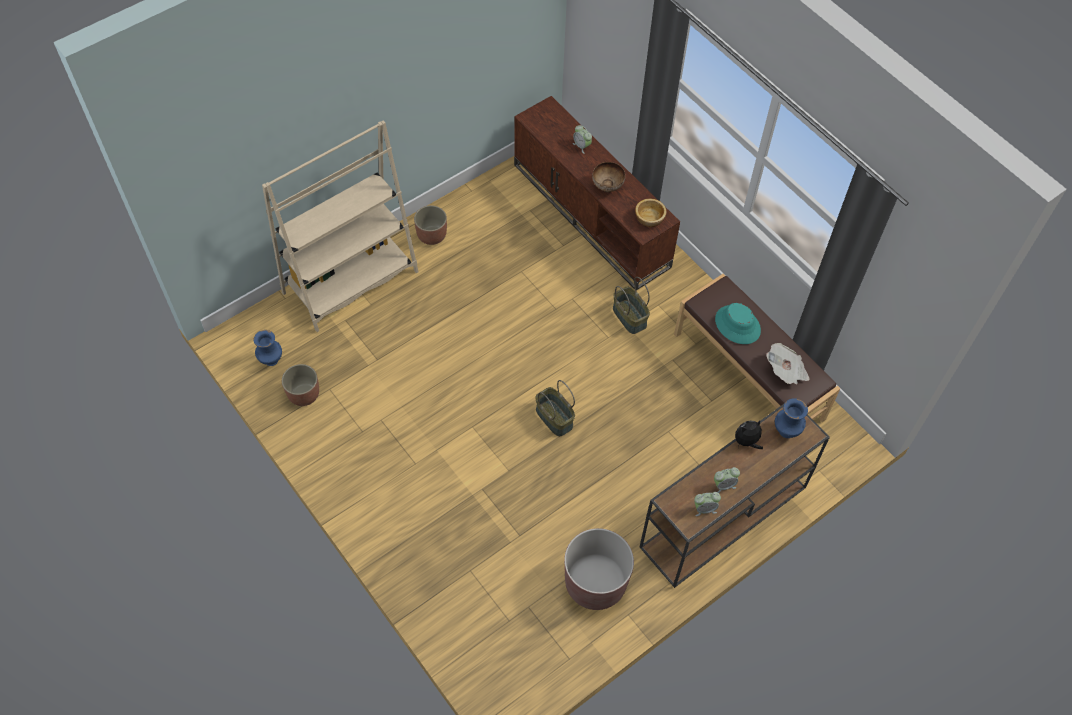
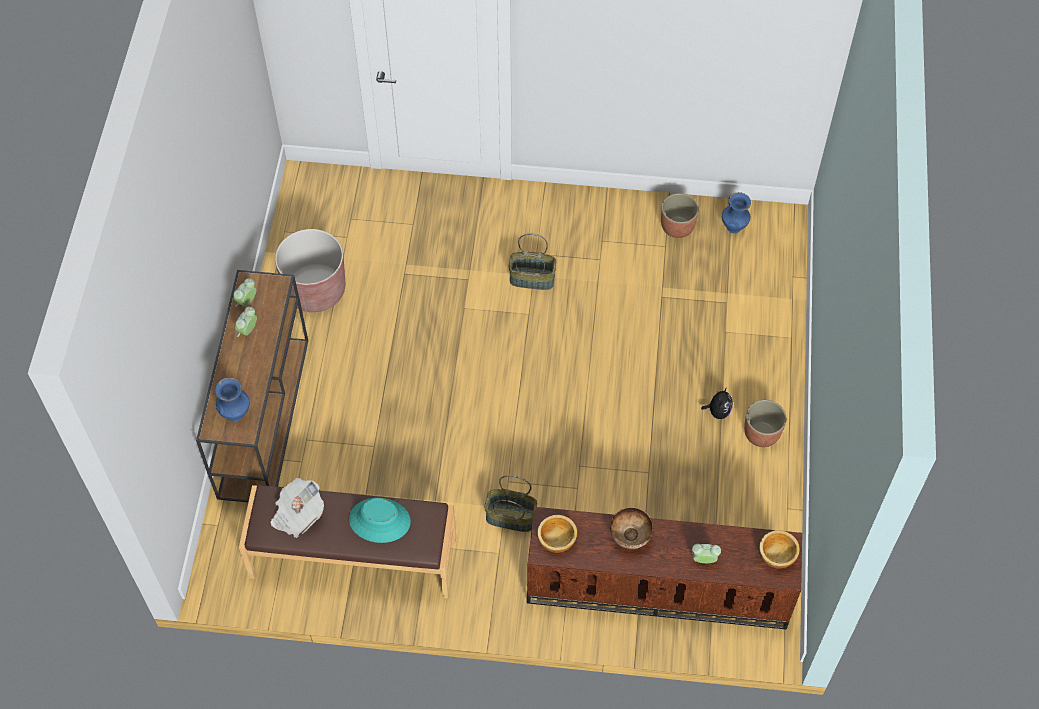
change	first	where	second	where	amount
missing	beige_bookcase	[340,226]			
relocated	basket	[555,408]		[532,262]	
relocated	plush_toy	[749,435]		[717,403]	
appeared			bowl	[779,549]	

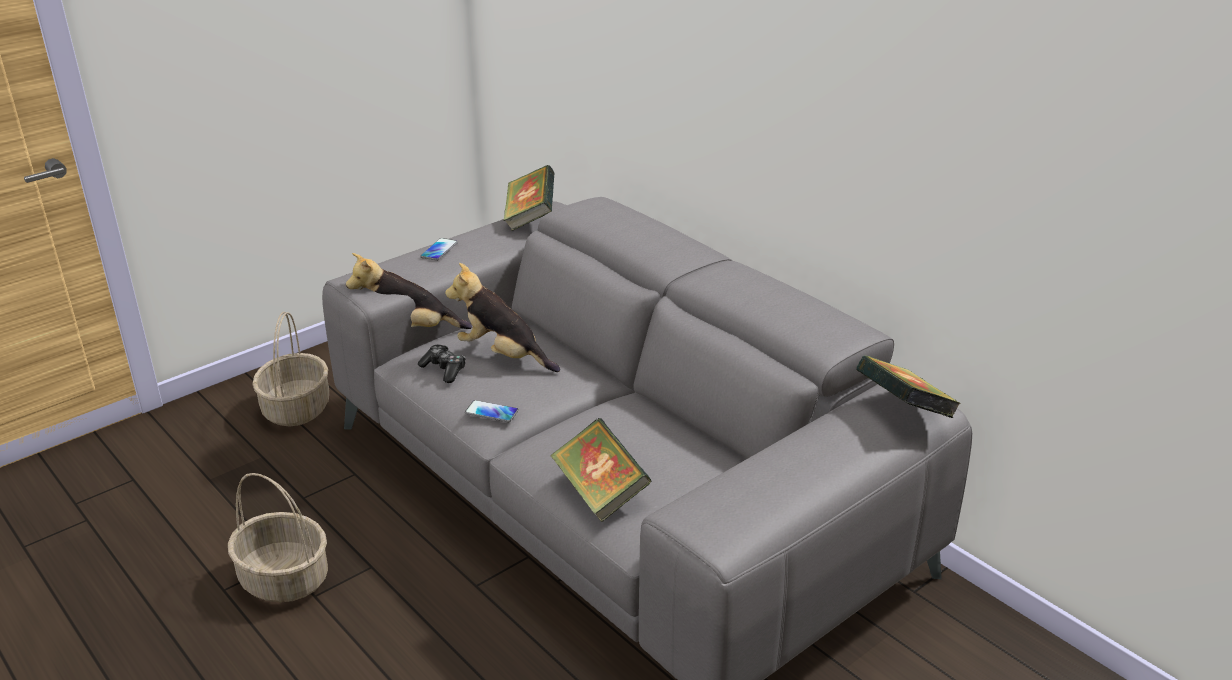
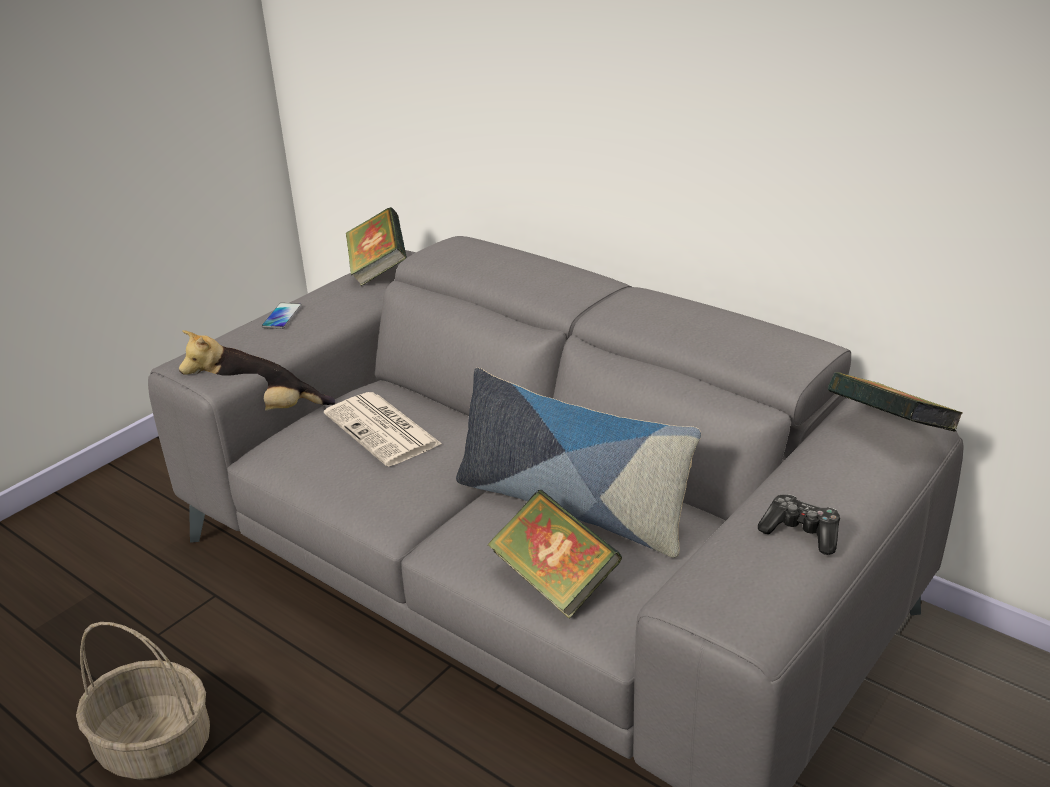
change	first	where	second	where	amount
missing	basket	[290,369]			
relocated	game_controller	[442,364]		[799,524]	
exchanged	plush_toy	[502,317]	newspaper	[383,429]	
missing	phone	[492,411]			
appeared			pillow	[578,463]	

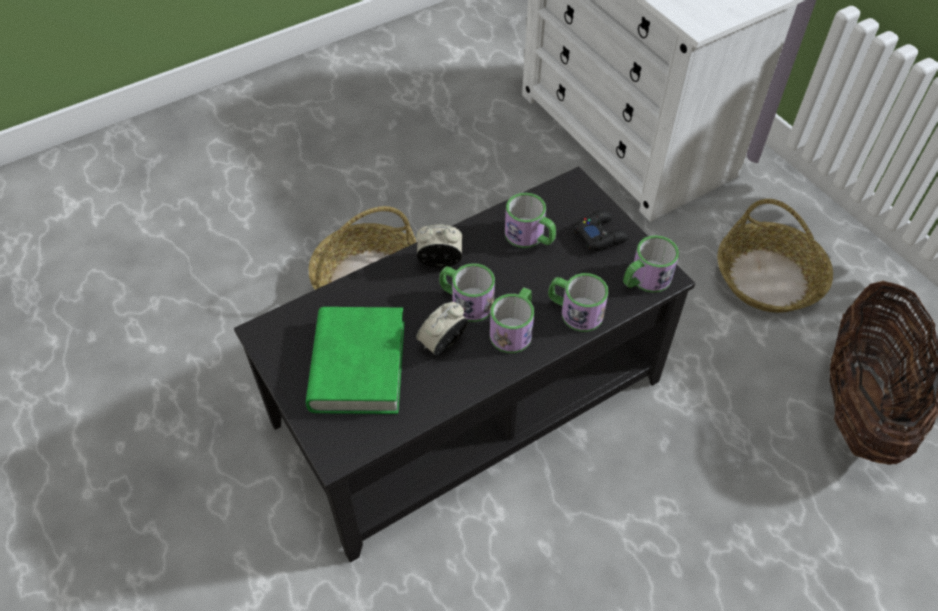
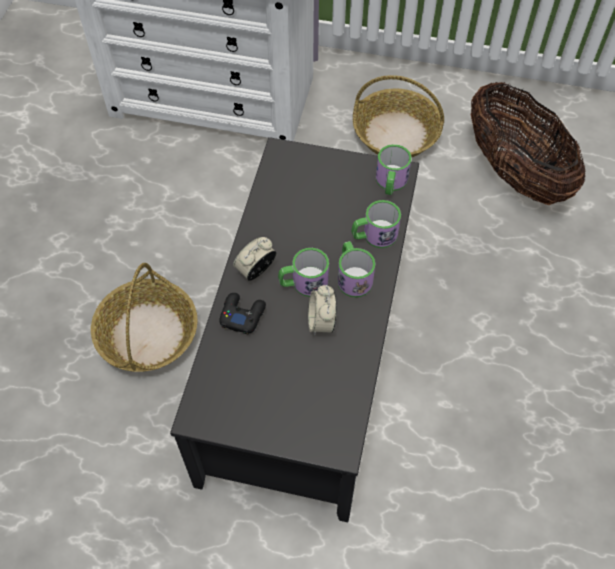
change	first	where	second	where	amount
missing	green_book	[355,360]			
missing	mug	[530,220]			
relocated	black_game_controller	[601,230]		[242,313]	

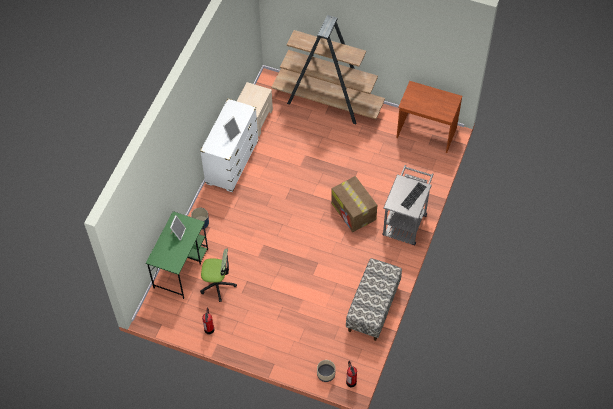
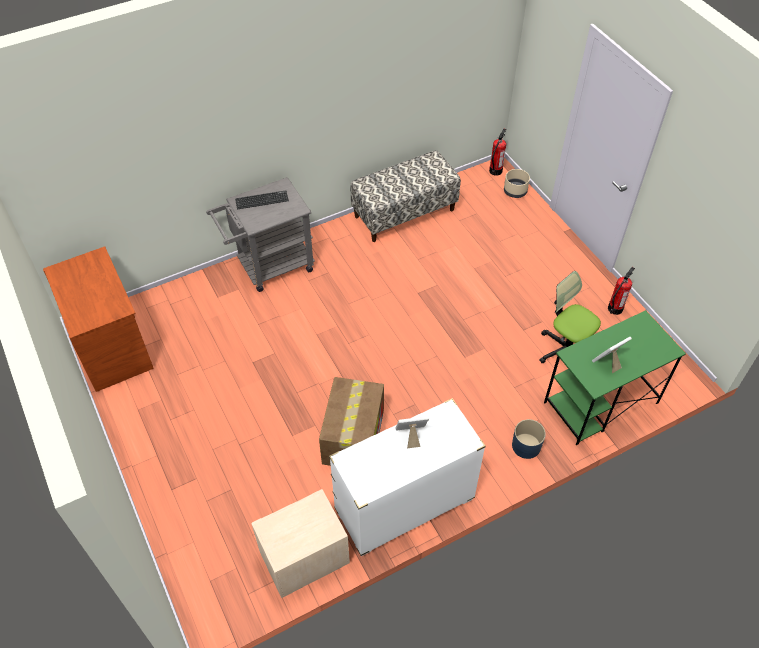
change	first	where	second	where	amount
missing	brown_bookcase	[328,69]			
relocated	cardboard_box	[354,204]		[351,421]	

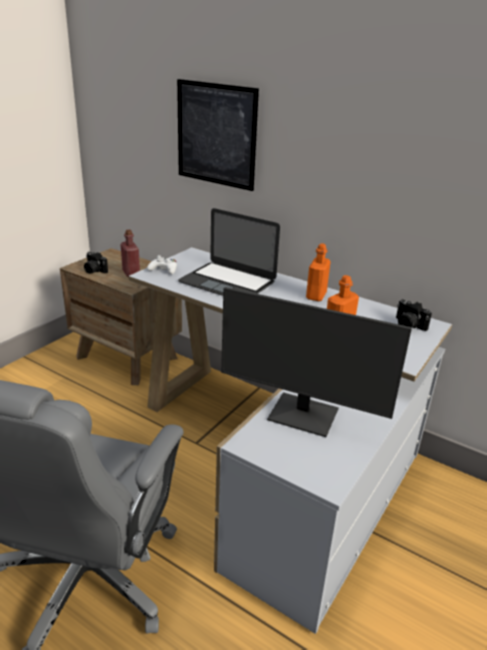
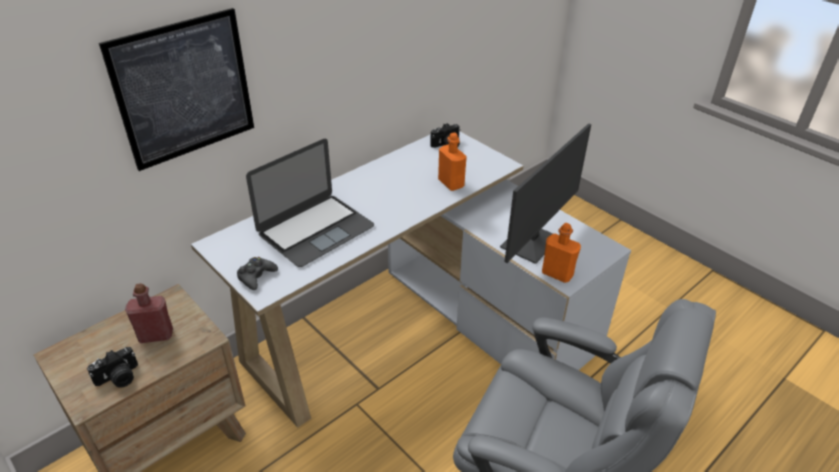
change	first	where	second	where	amount
colour	white_game_controller	[162,264]	black_game_controller	[257,273]	
relocated	orange_bottle	[318,272]		[561,253]	

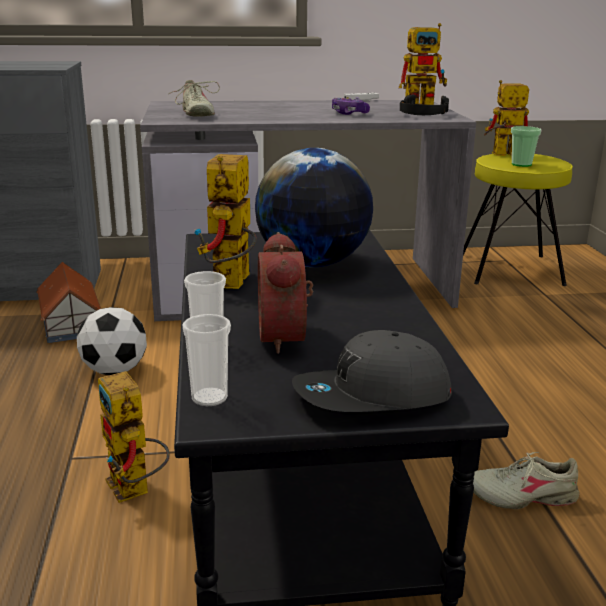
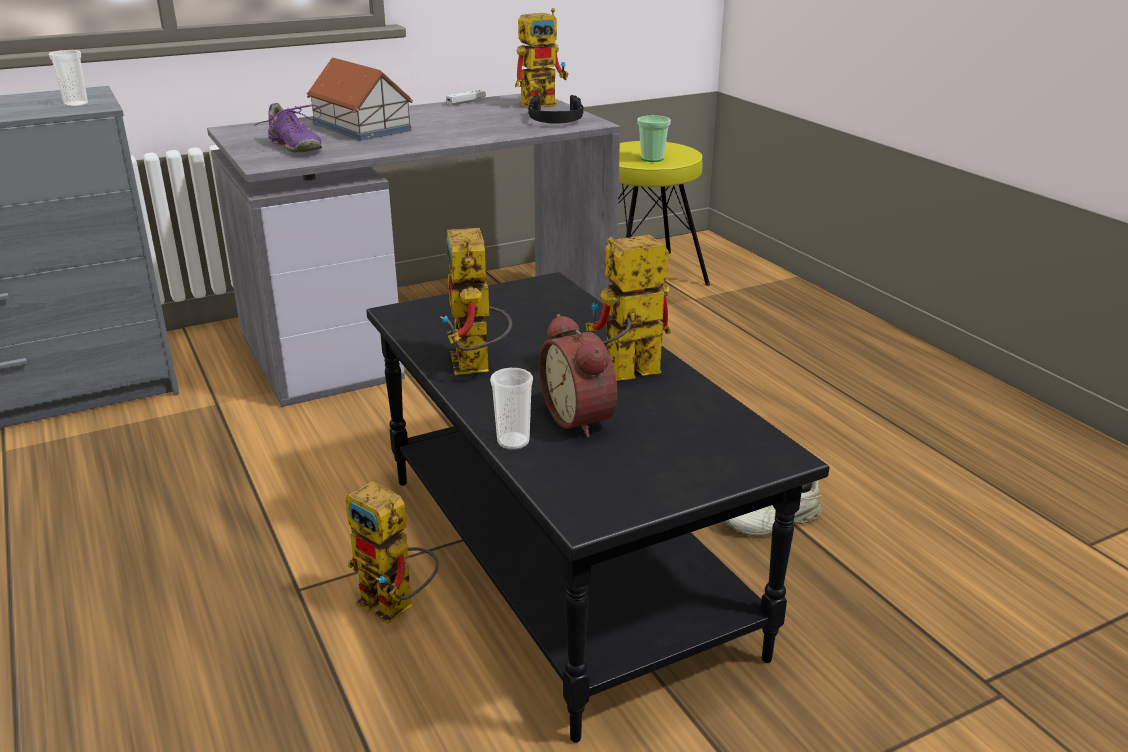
change	first	where	second	where	amount
relocated	toy_house	[69,302]		[360,99]	
missing	football	[112,341]			
colour	beige_shoe	[194,98]	purple_shoe	[288,127]	
relocated	cup	[206,360]		[68,78]	
missing	globe	[314,207]			
missing	grey_cap	[372,371]			
missing	game_controller	[351,106]			
relocated	toy_robot	[506,118]		[628,308]	

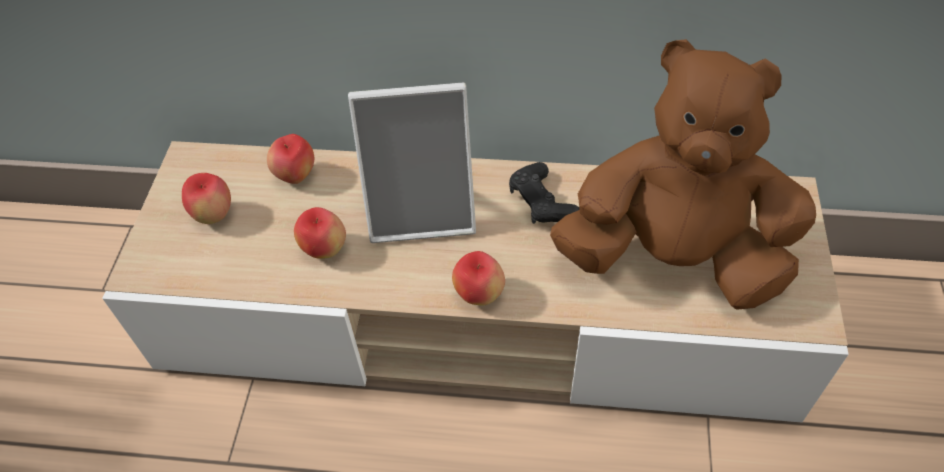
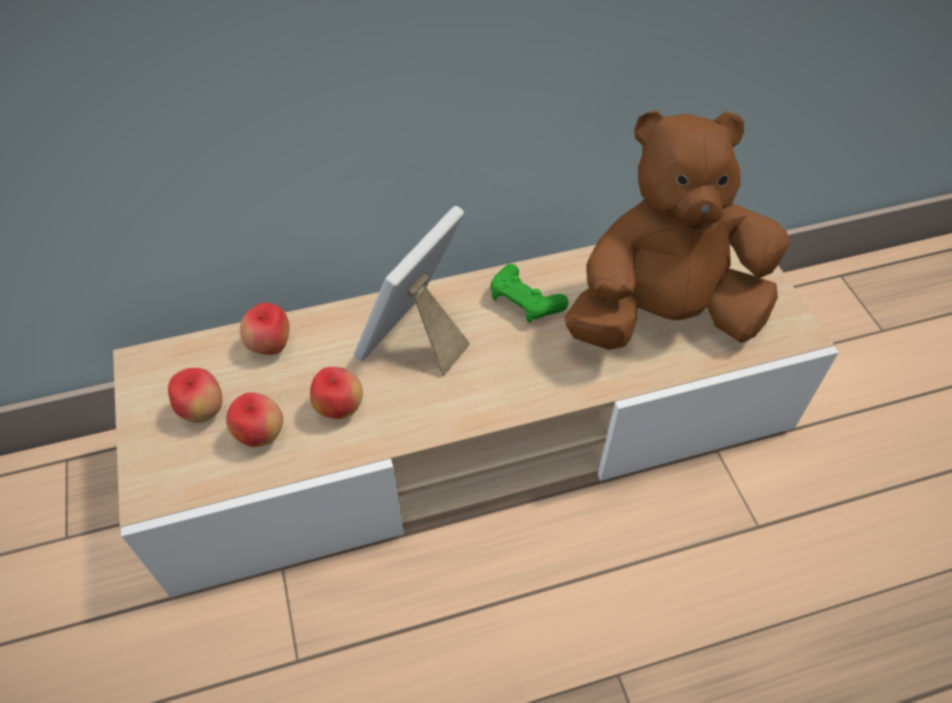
change	first	where	second	where	amount
spun	picture_frame	[412,162]		[412,291]	150 degrees clockwise
relocated	apple	[478,278]		[254,419]	
colour	black_game_controller	[544,193]	green_game_controller	[529,293]	

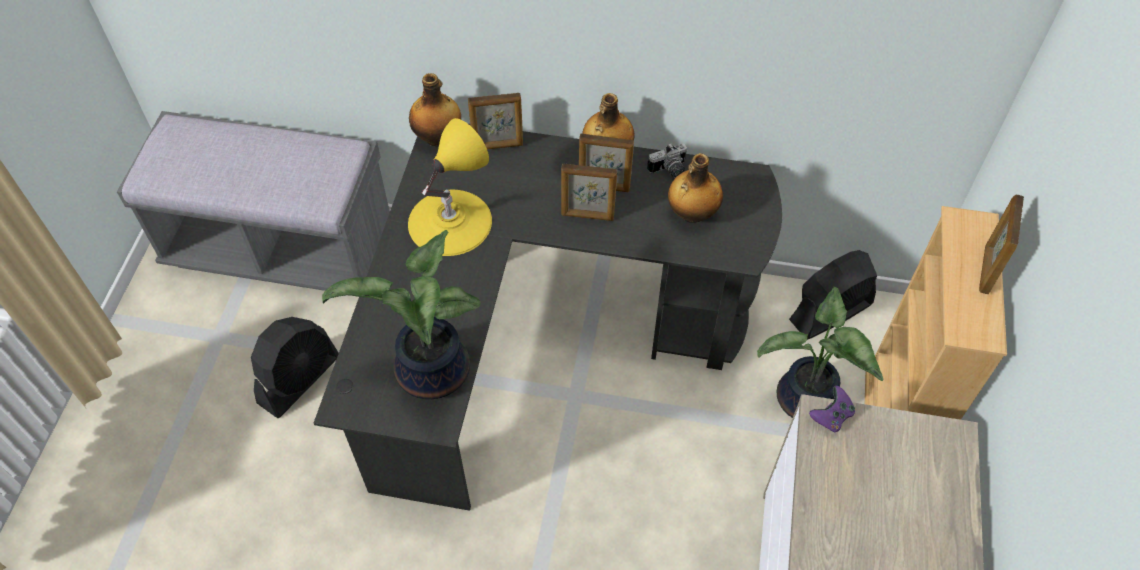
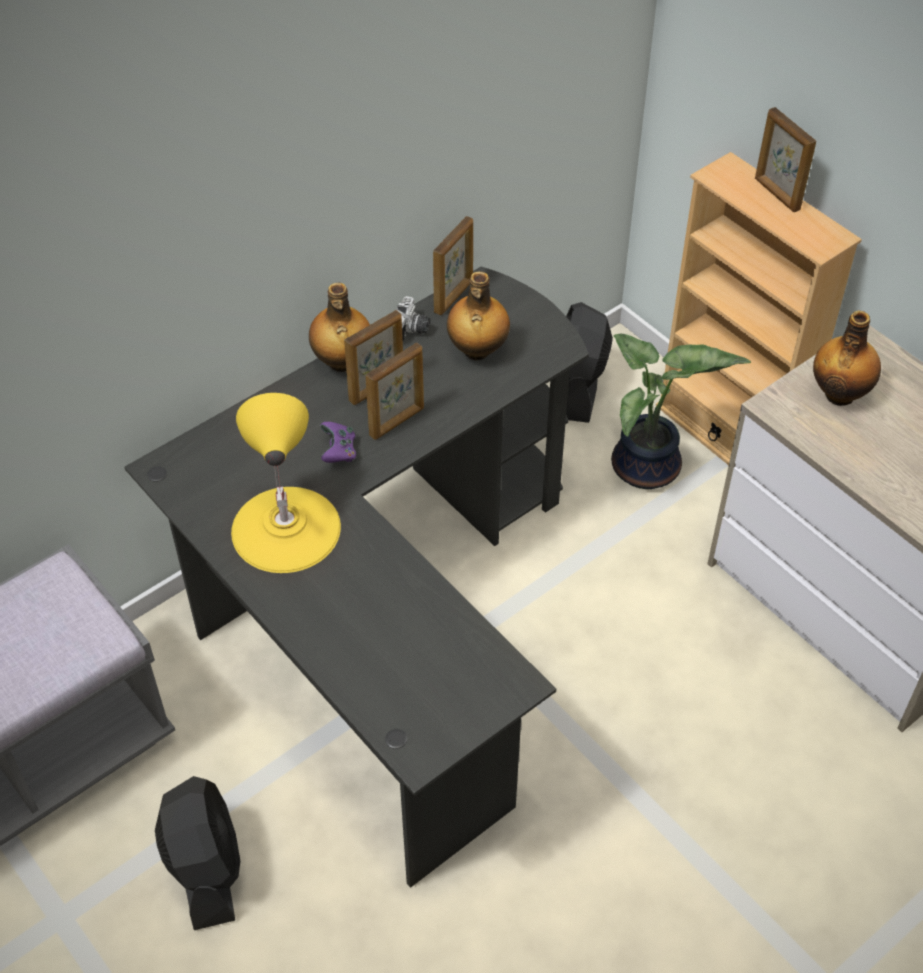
change	first	where	second	where	amount
missing	potted_plant	[401,314]			
relocated	bottle	[435,110]		[847,358]	
relocated	picture_frame	[495,121]		[453,265]	
relocated	purple_game_controller	[832,409]		[338,442]	

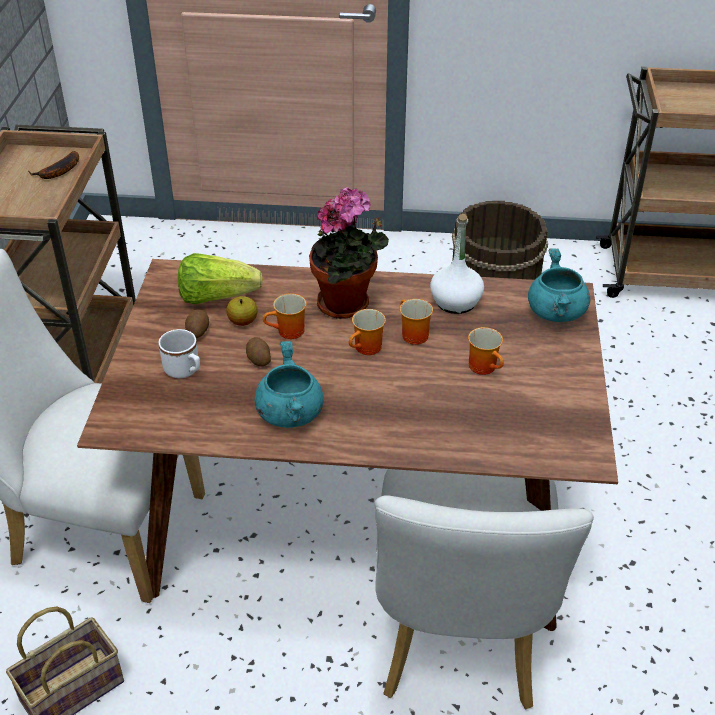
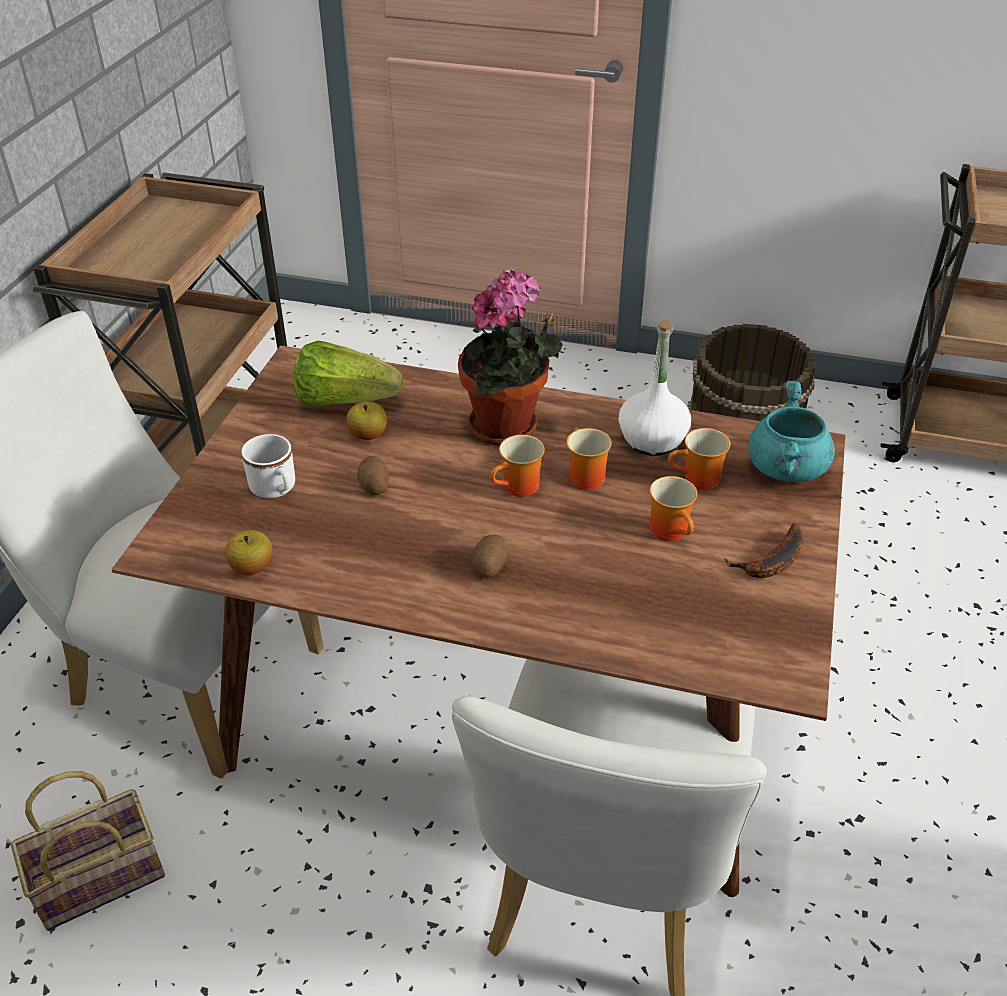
change	first	where	second	where	amount
relocated	banana	[54,165]		[763,551]	
relocated	potato	[197,323]		[490,556]	
missing	turquoise_cooking_pot	[289,384]			
relocated	mug	[285,316]		[699,459]	
appeared			apple	[249,552]	

